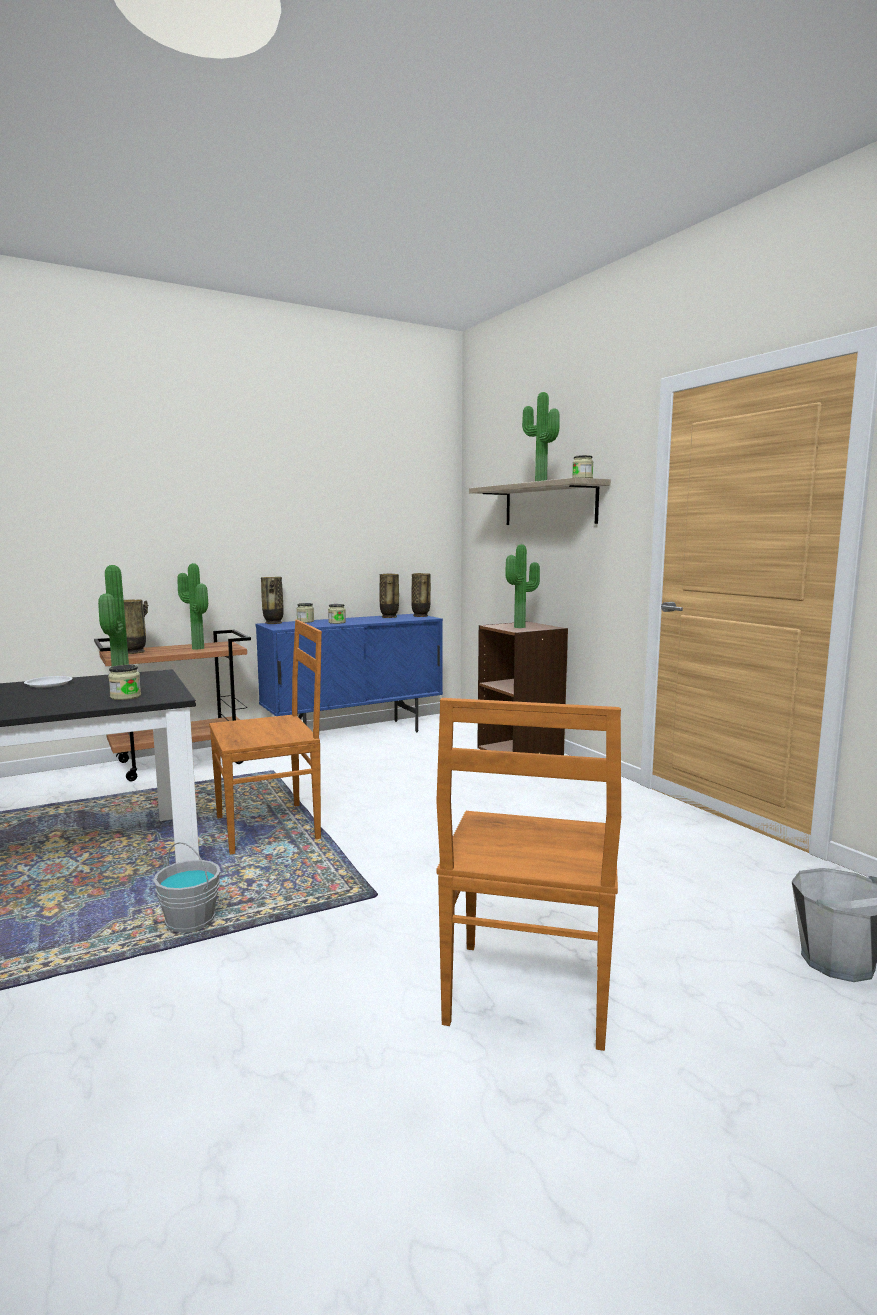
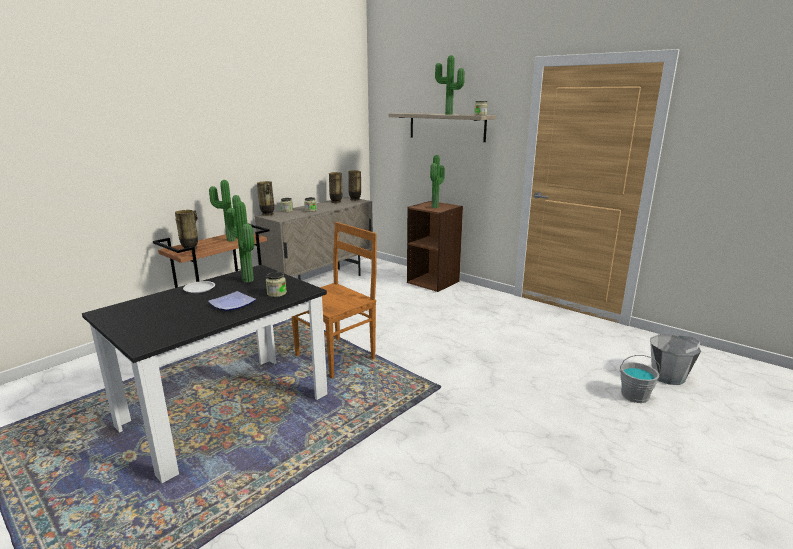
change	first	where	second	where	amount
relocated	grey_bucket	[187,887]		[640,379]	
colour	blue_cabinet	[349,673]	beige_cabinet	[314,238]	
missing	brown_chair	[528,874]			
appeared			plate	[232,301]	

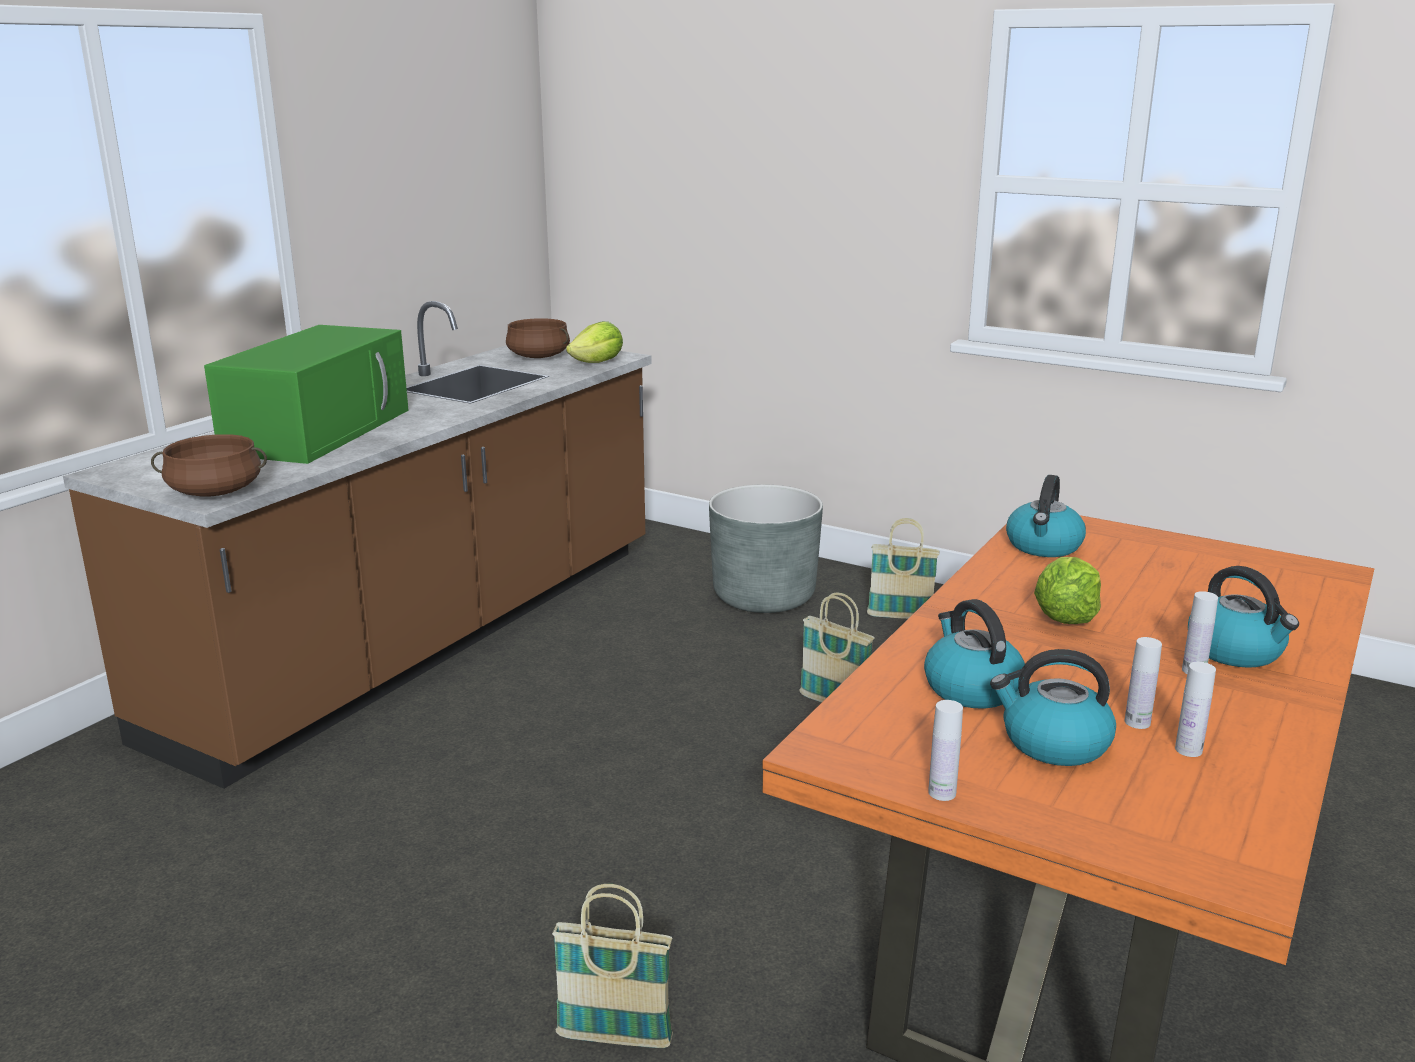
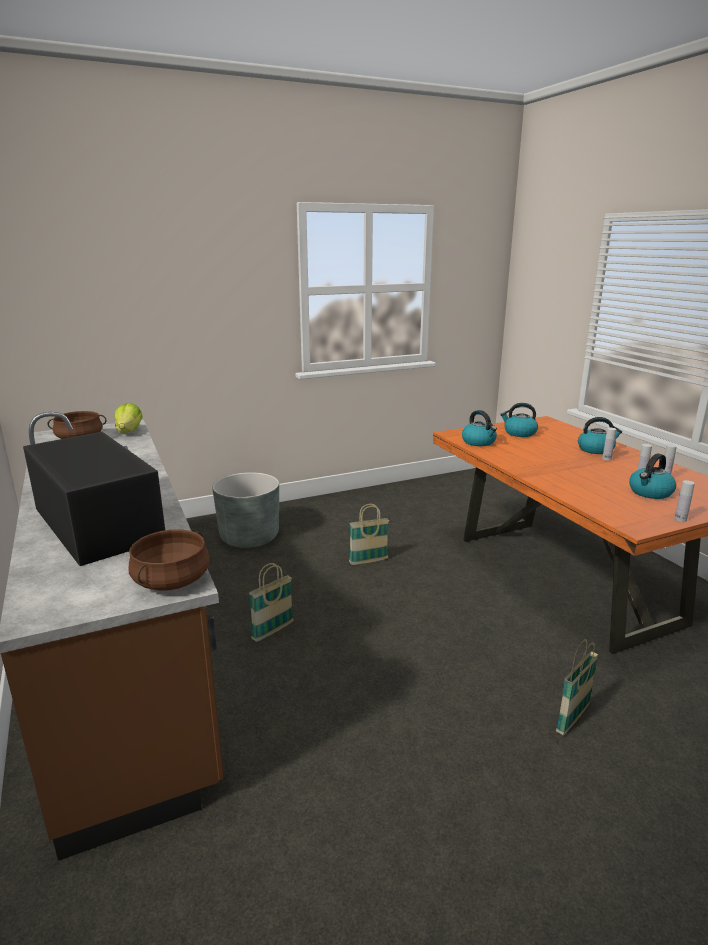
change	first	where	second	where	amount
colour	green_microwave	[306,394]	black_microwave	[94,499]	
relocated	basket	[903,568]		[271,602]	
relocated	kettle	[974,653]		[519,420]	
missing	lettuce	[1067,590]			

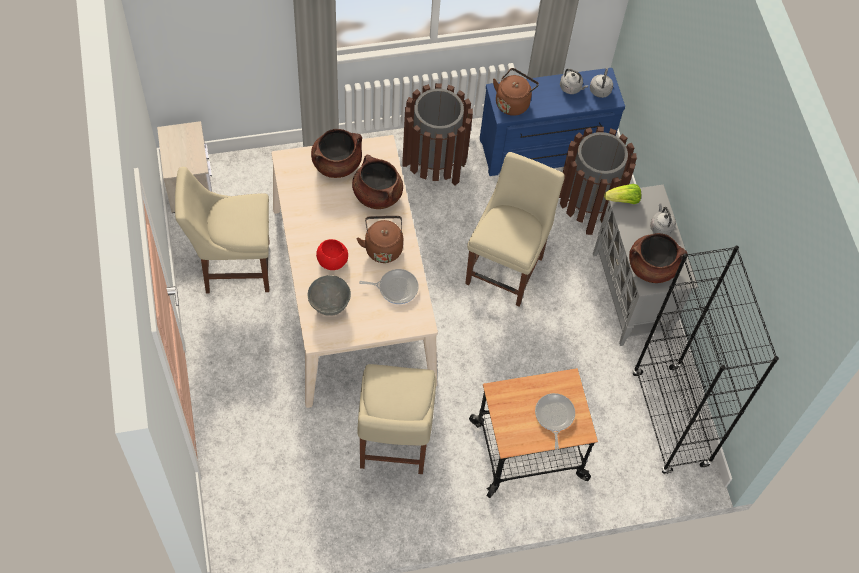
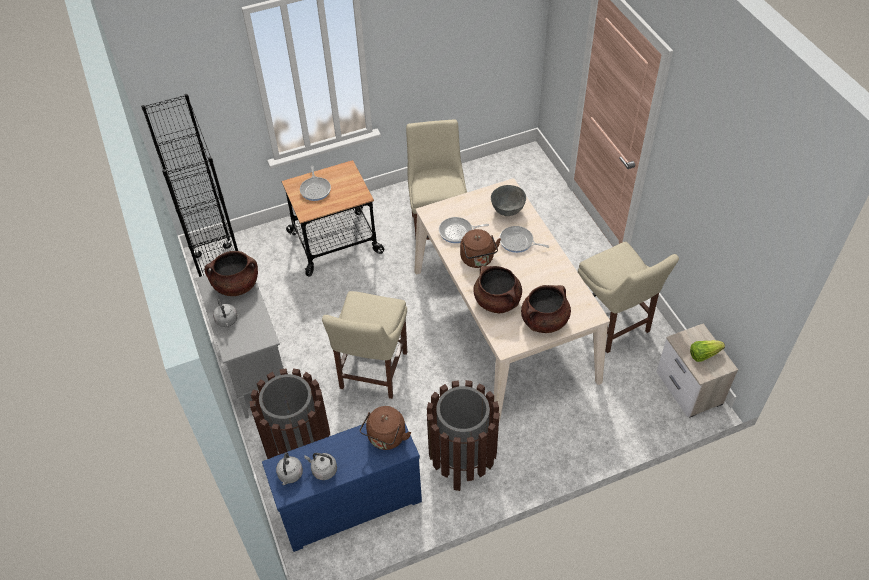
change	first	where	second	where	amount
spun	beige_chair	[222,230]		[628,297]	75 degrees clockwise
exchanged	red_bowl	[332,254]	frying_pan	[524,239]	
relocated	lettuce	[622,194]		[707,351]	

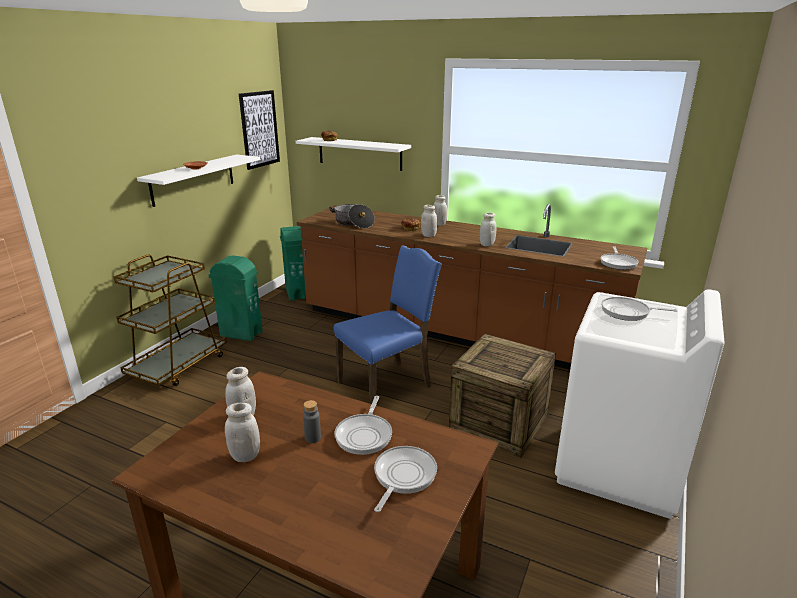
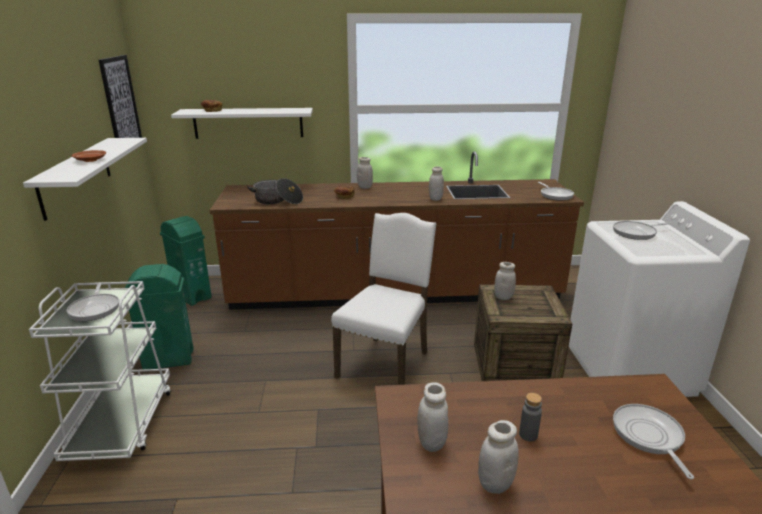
change	first	where	second	where	amount
colour	brown_cart	[170,320]	white_cart	[100,371]	
colour	blue_chair	[388,324]	white_chair	[384,299]	
relocated	frying_pan	[363,425]		[93,301]	
relocated	white_jar	[429,221]		[505,281]	

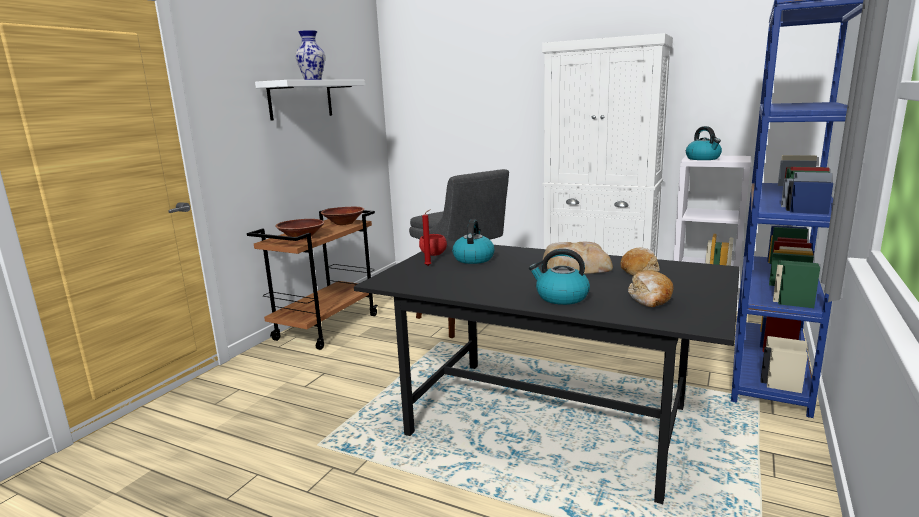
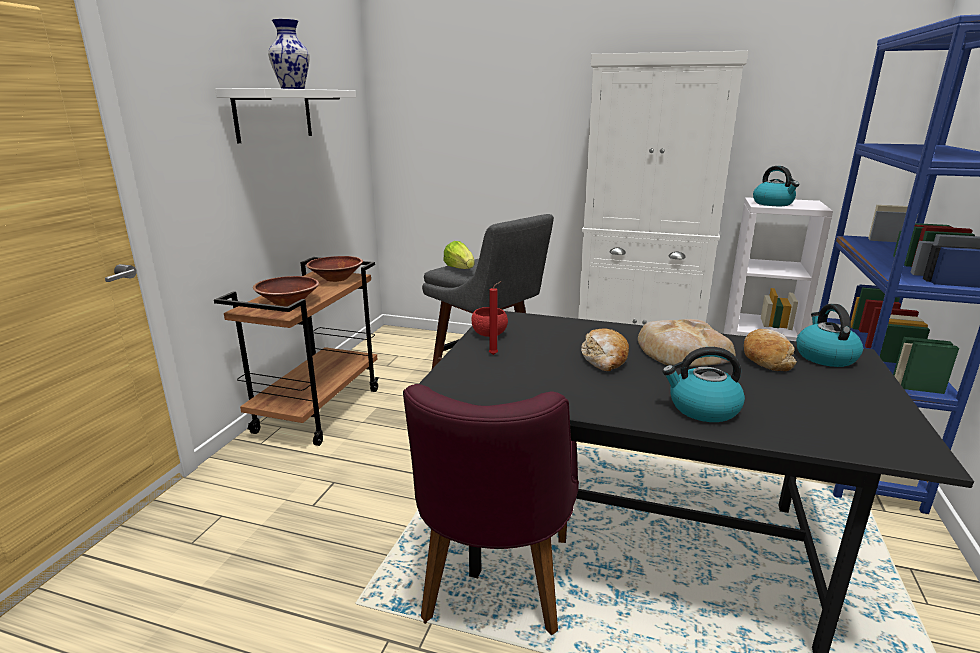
change	first	where	second	where	amount
relocated	kettle	[473,242]		[829,335]	
relocated	bread	[650,289]		[605,349]	
appeared			purple_chair	[491,509]	
appeared			lettuce	[458,255]	

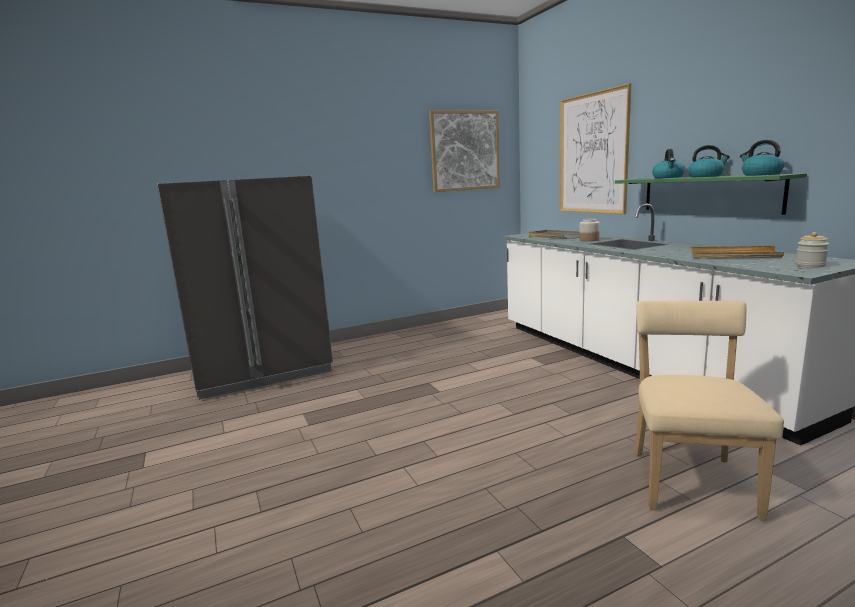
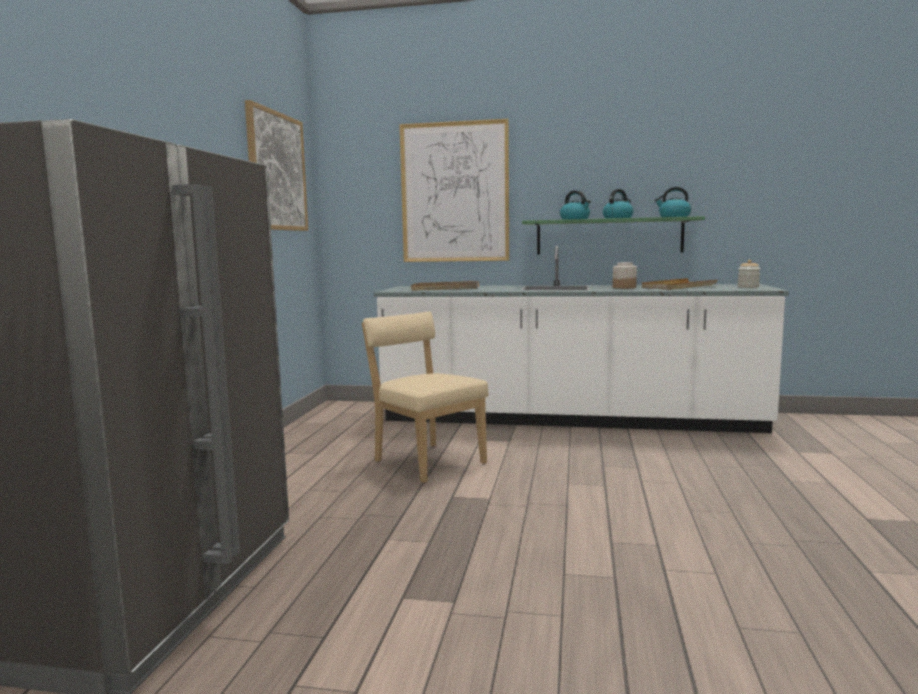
change	first	where	second	where	amount
relocated	jar	[589,230]		[625,275]	
relocated	beige_chair	[709,411]		[425,397]	

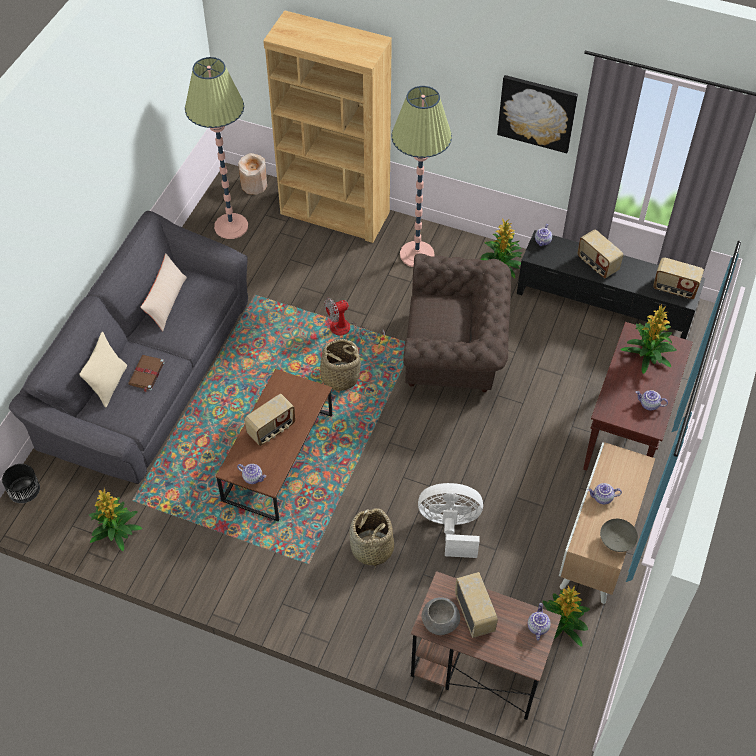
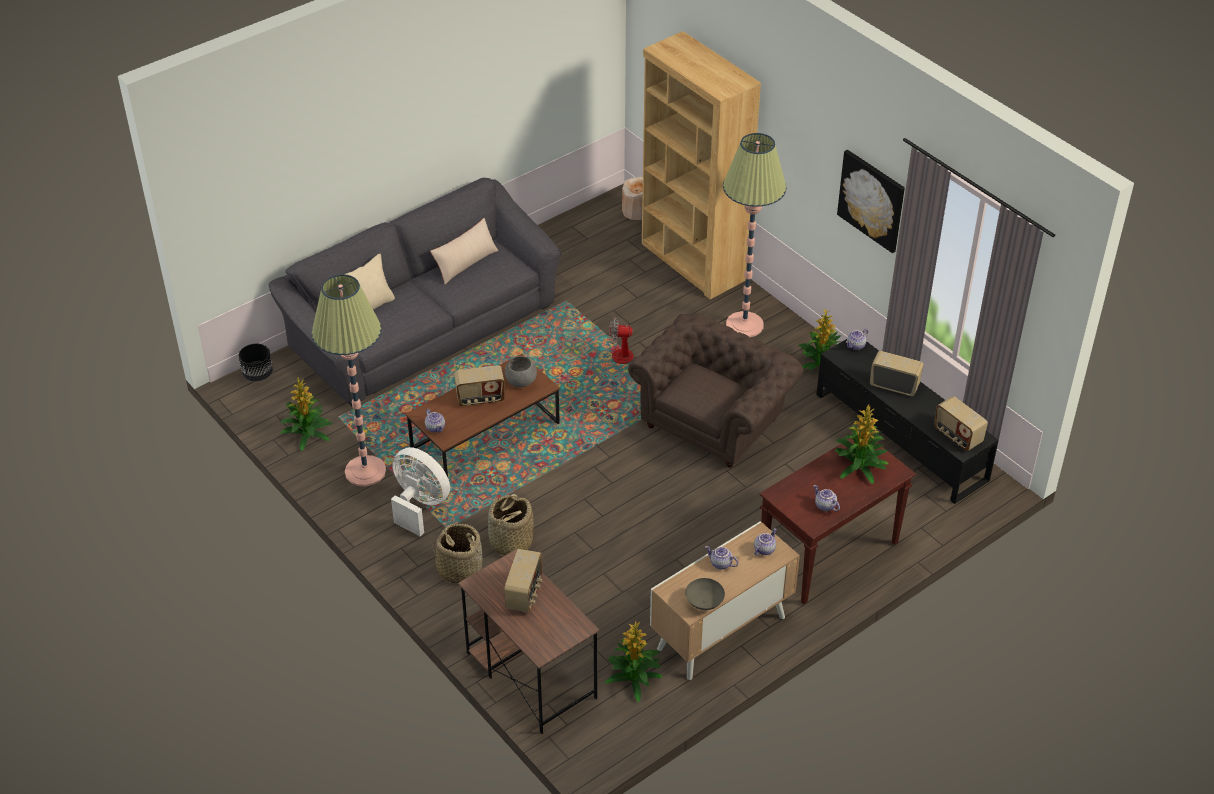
change	first	where	second	where	amount
missing	brown_book	[146,373]			
relocated	floor_lamp	[216,148]		[348,380]	
relocated	basket	[338,365]		[457,553]	
spun	brown_armchair	[457,323]		[715,390]	90 degrees counterclockwise
relocated	white_fan	[450,520]		[420,491]	
relocated	grey_bowl	[441,616]		[521,371]	
relocated	teapot	[539,621]		[765,542]	
spun	radio	[600,253]		[897,373]	120 degrees clockwise

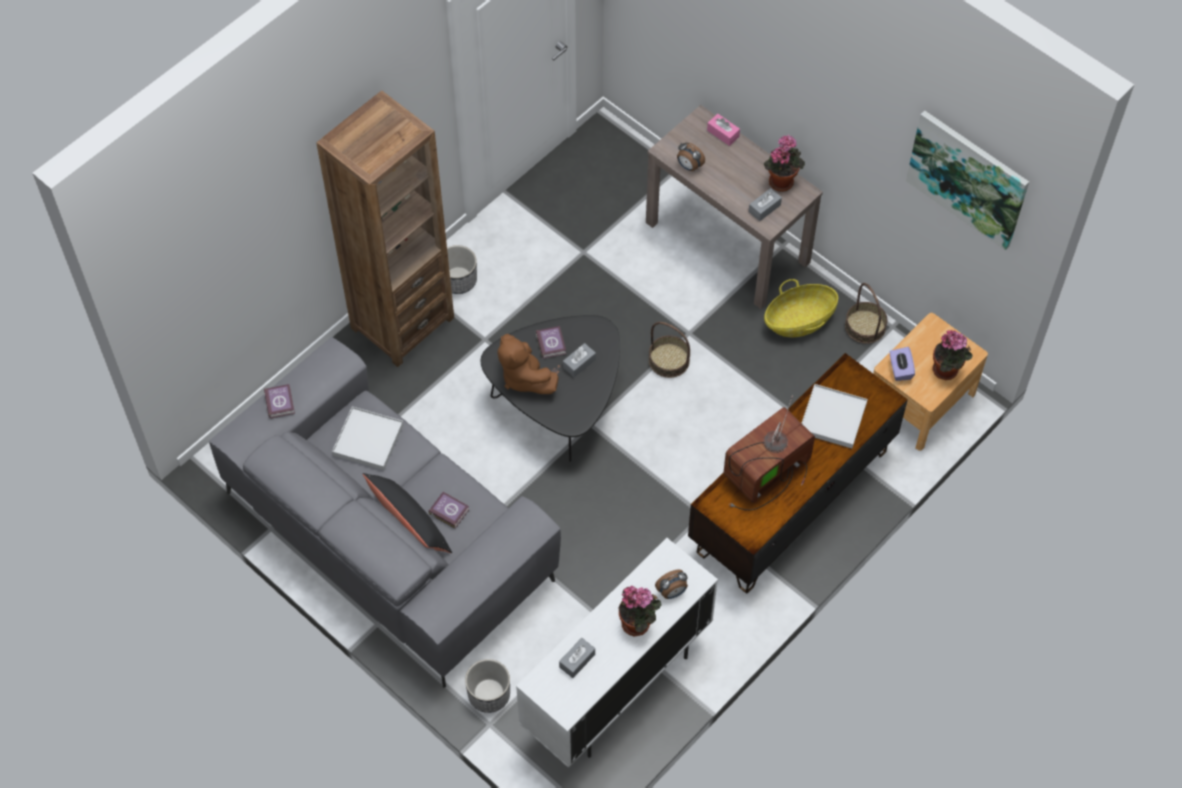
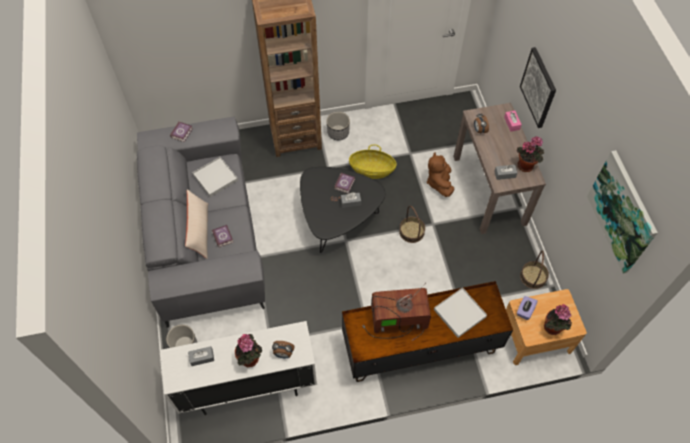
change	first	where	second	where	amount
colour	black_pillow	[407,513]	beige_pillow	[196,224]	
relocated	brown_plush_toy	[528,364]		[440,175]	
relocated	basket	[801,308]		[373,162]	
appeared			picture	[538,87]	

